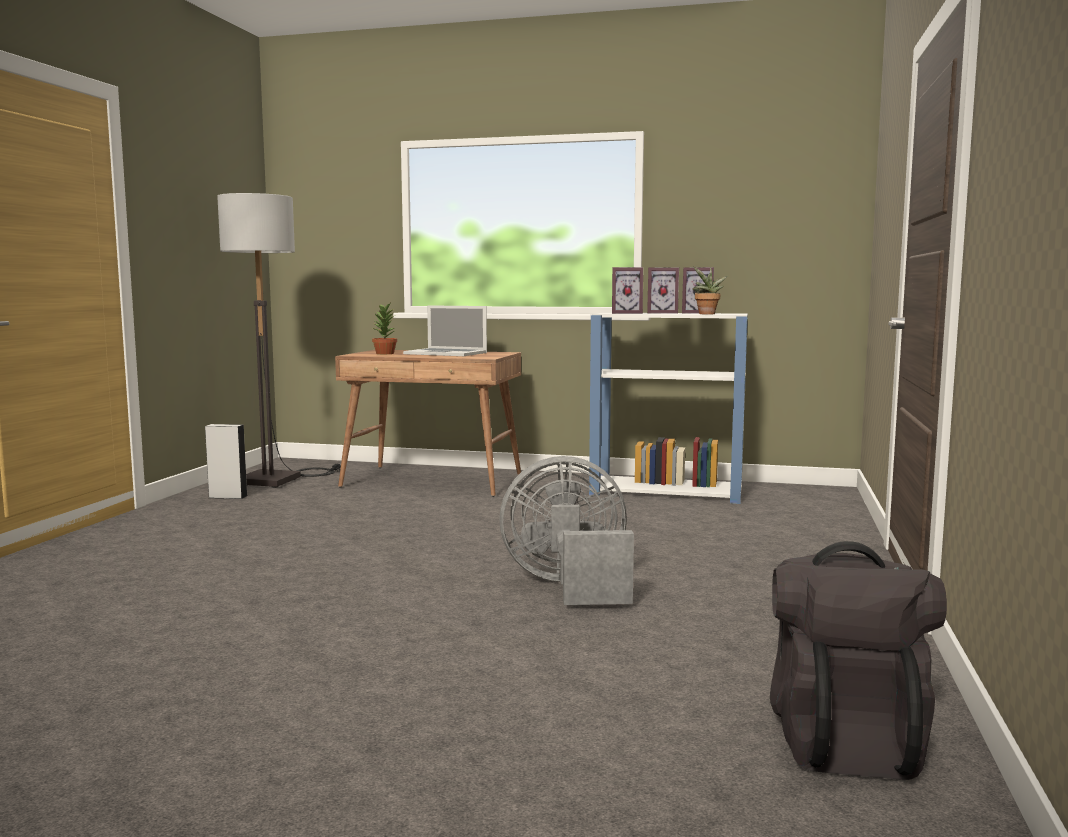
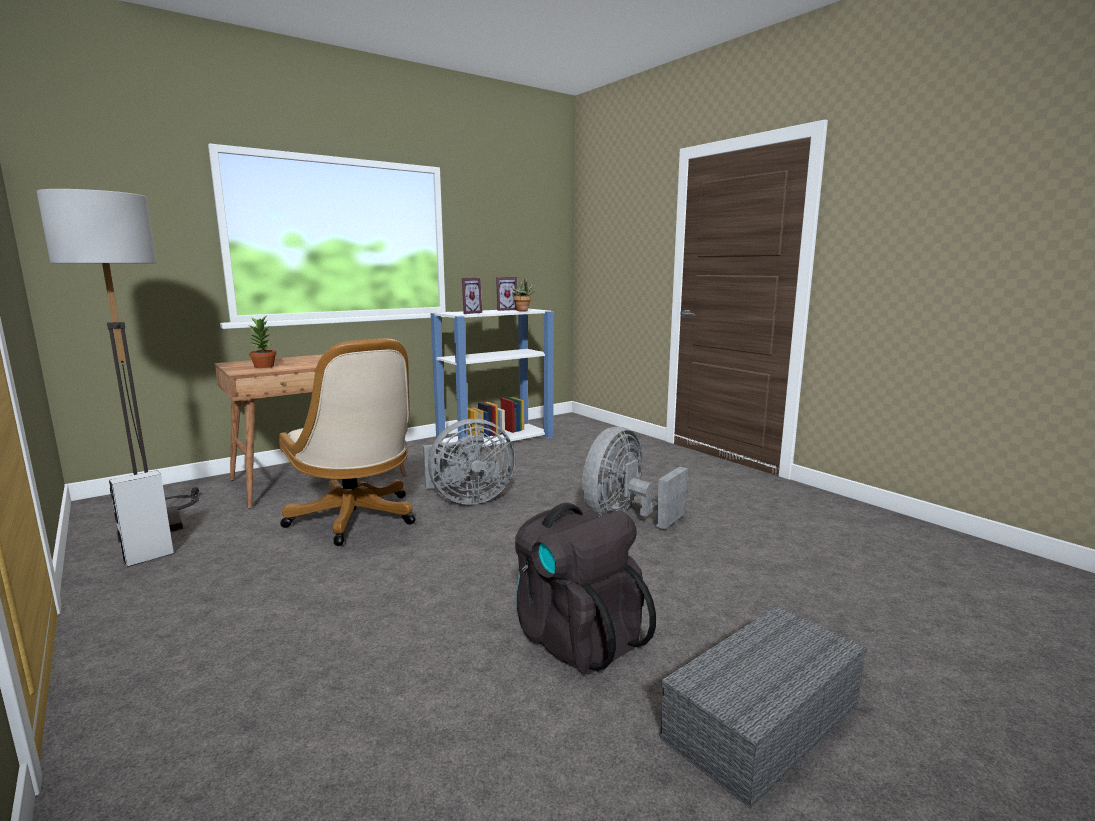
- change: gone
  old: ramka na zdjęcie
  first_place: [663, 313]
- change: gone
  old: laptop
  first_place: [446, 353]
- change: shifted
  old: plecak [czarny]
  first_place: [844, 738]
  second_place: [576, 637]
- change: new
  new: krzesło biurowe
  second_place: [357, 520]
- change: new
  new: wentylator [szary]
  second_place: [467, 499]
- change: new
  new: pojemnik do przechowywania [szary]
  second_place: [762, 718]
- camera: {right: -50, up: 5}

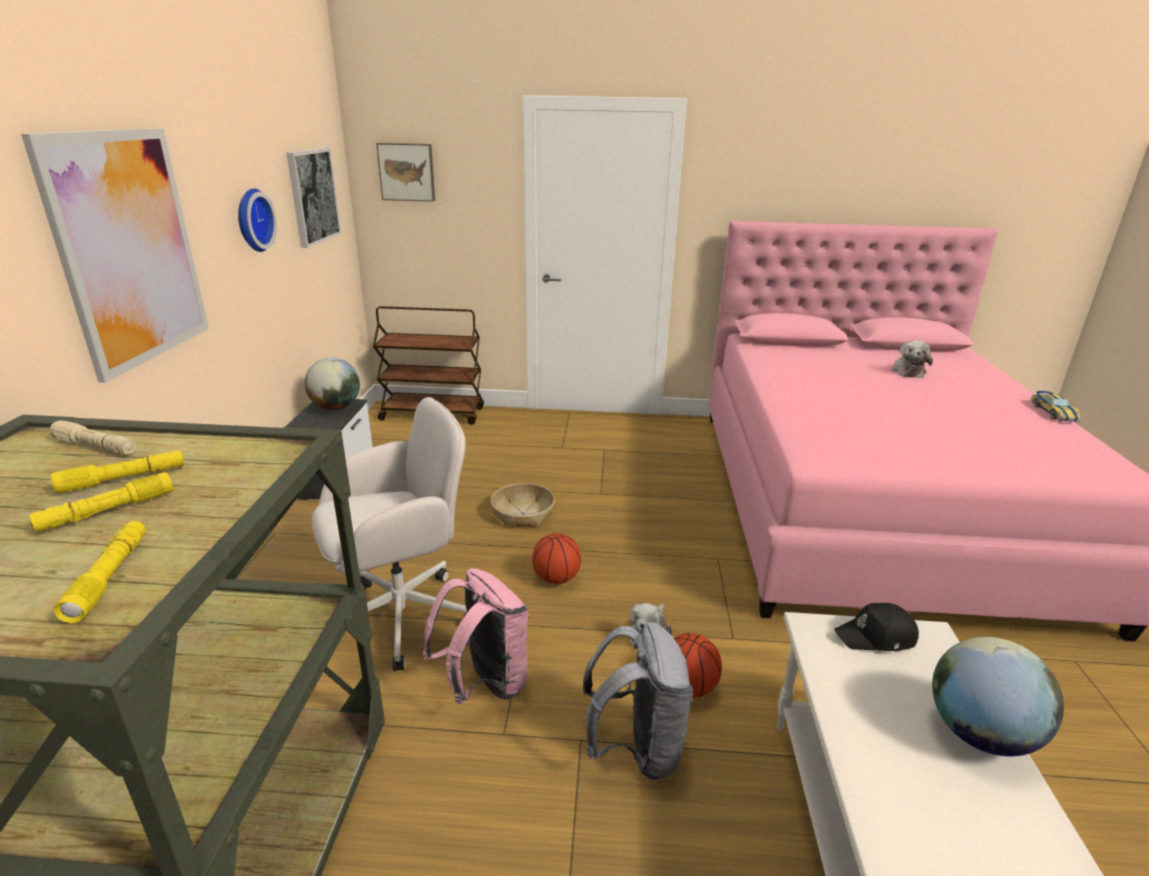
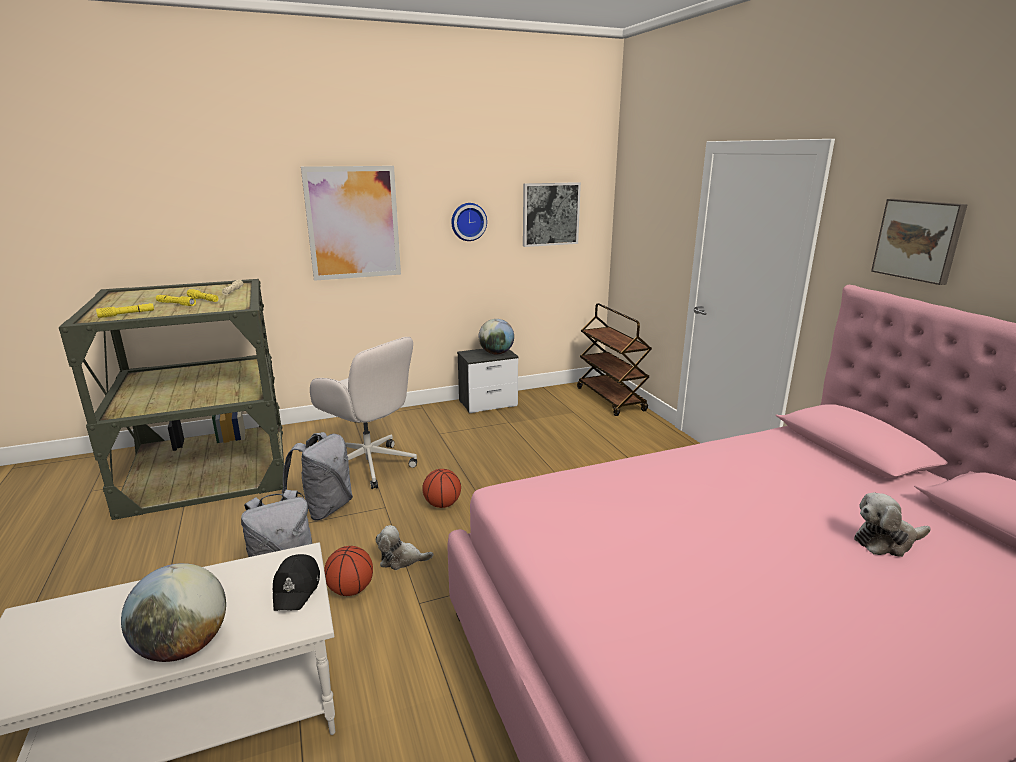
- change: shifted
  old: obraz
  first_place: [407, 172]
  second_place: [919, 240]
- change: gone
  old: samochodzik
  first_place: [1053, 412]
- change: gone
  old: koszyk
  first_place: [523, 514]
- change: repainted
  old: plecak [różowy]
  new: plecak [szary]
  first_place: [484, 683]
  second_place: [324, 509]
- change: rotated
  old: czapka z daszkiem [czarny]
  first_place: [876, 637]
  second_place: [297, 588]
  degrees: -150
- camera: {right: 65, up: -5}

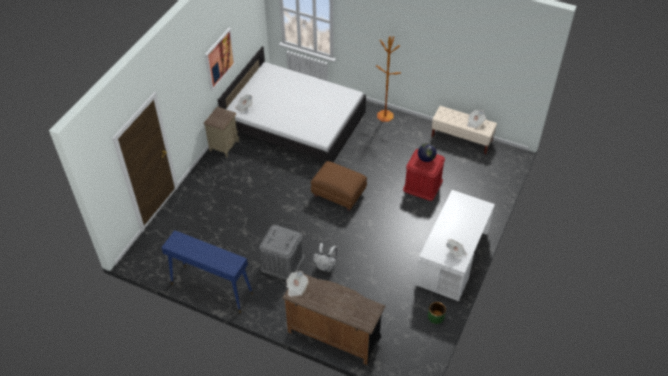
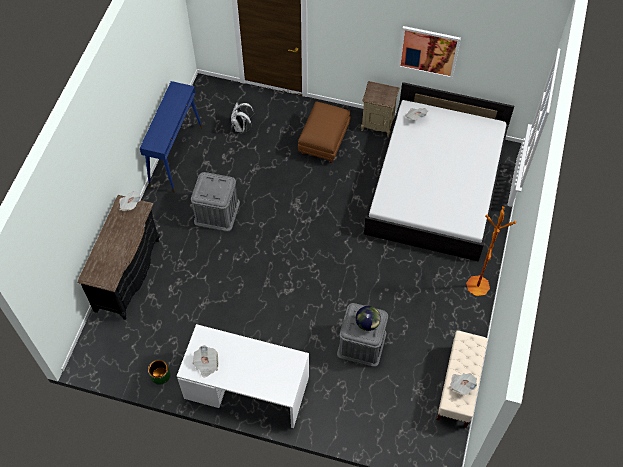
- change: repainted
  old: pojemnik do przechowywania [czerwony]
  new: pojemnik do przechowywania [szary]
  first_place: [423, 185]
  second_place: [361, 343]
- change: shifted
  old: pufa [brązowy]
  first_place: [339, 195]
  second_place: [324, 142]
- change: shifted
  old: plecak [biały]
  first_place: [326, 267]
  second_place: [241, 127]
- camera: {right: 80, up: 10}

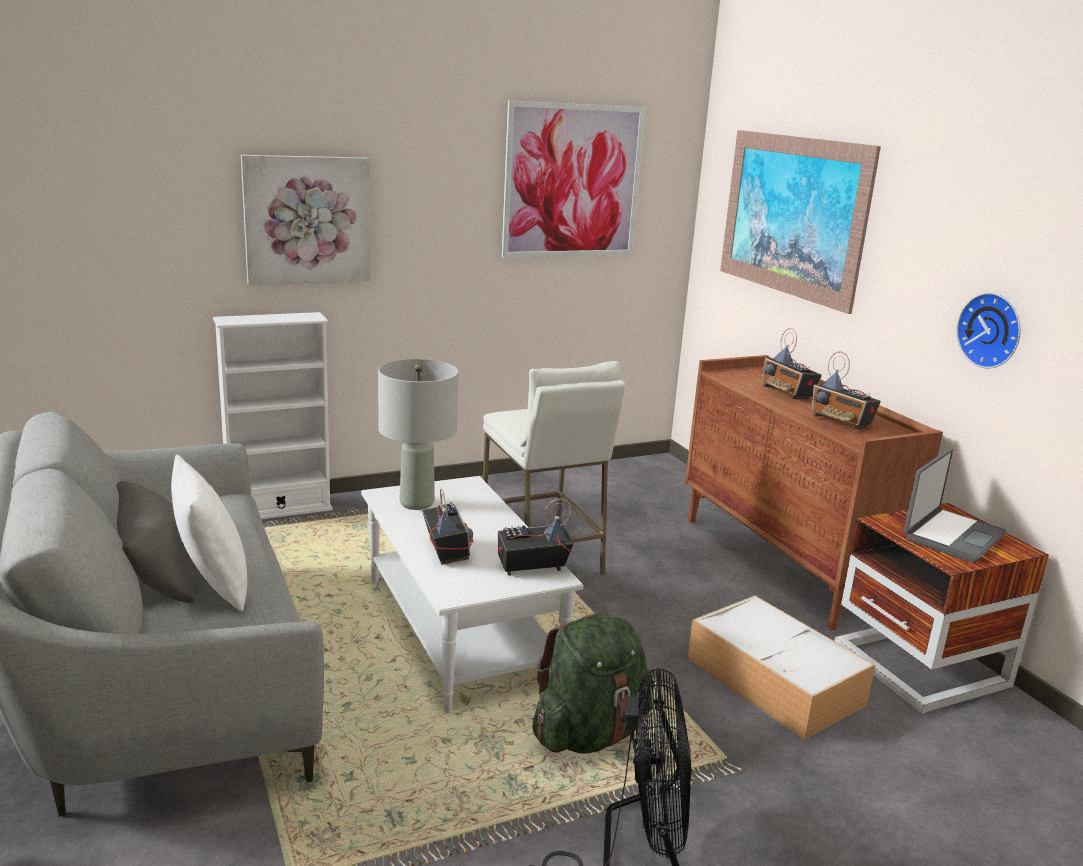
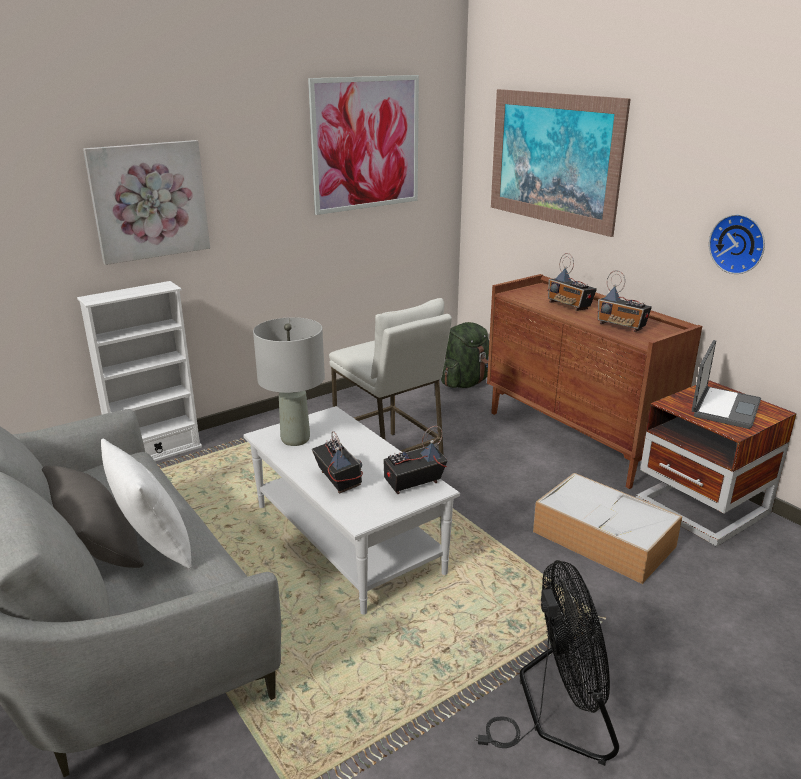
- change: shifted
  old: plecak [zielony]
  first_place: [590, 734]
  second_place: [465, 383]
- camera: {right: -10, up: 5}

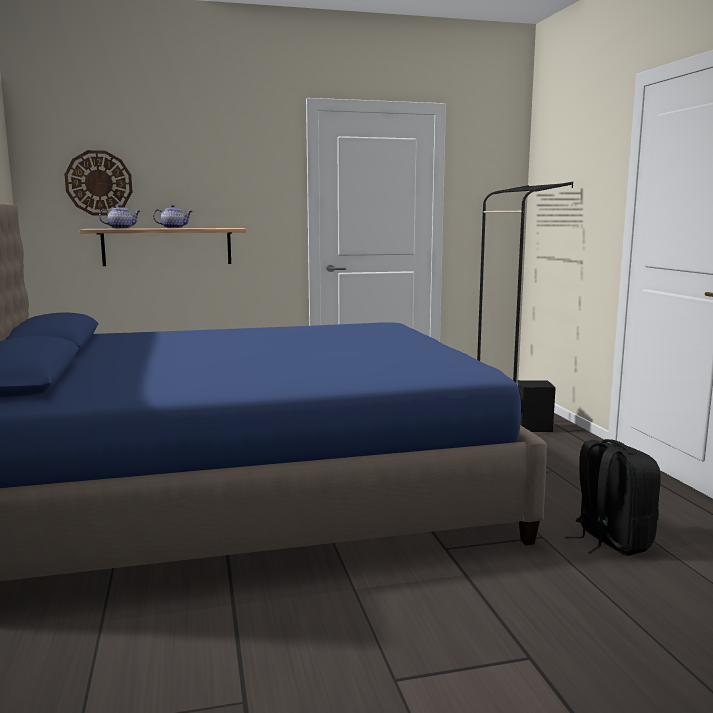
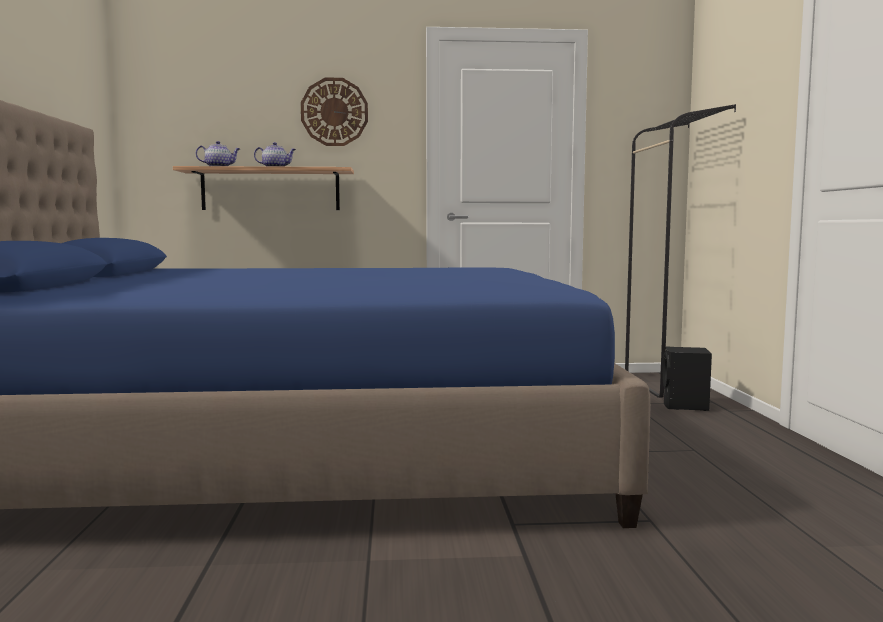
- change: shifted
  old: zegar ścienny
  first_place: [99, 183]
  second_place: [334, 112]
- change: gone
  old: plecak [czarny]
  first_place: [610, 541]
- camera: {right: 10, up: -5}

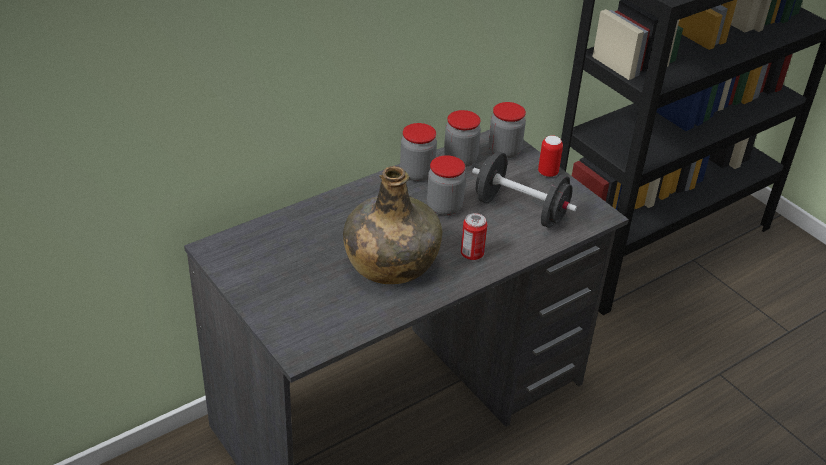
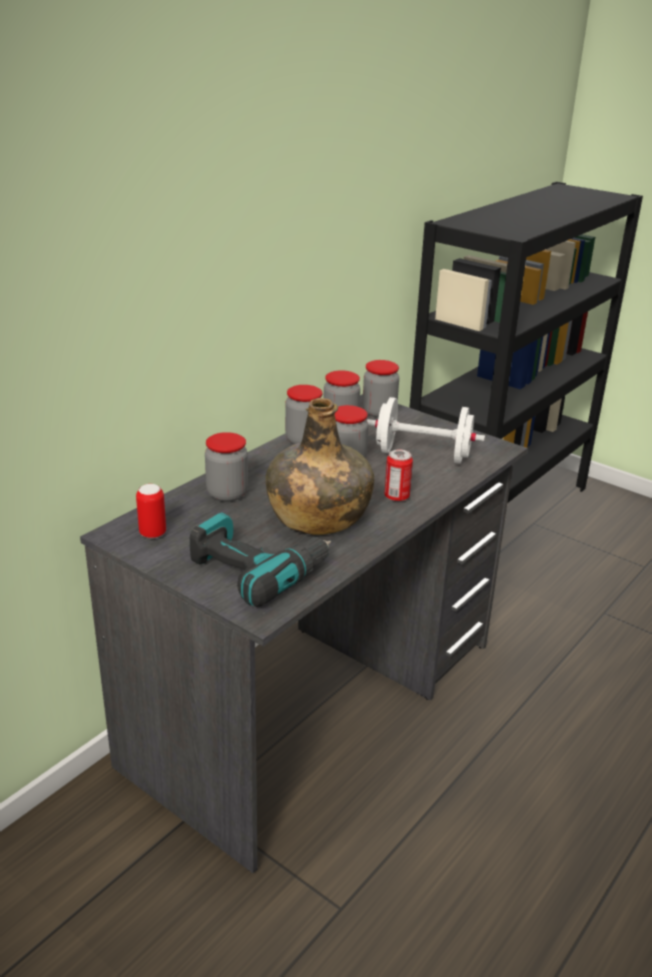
- change: shifted
  old: puszka
  first_place: [548, 173]
  second_place: [152, 533]
- change: repainted
  old: hantel [czarny]
  new: hantel [biały]
  first_place: [520, 210]
  second_place: [422, 455]
- change: new
  new: słoik
  second_place: [227, 494]
- change: new
  new: wiertarka
  second_place: [257, 569]
- camera: {right: -15, up: -10}

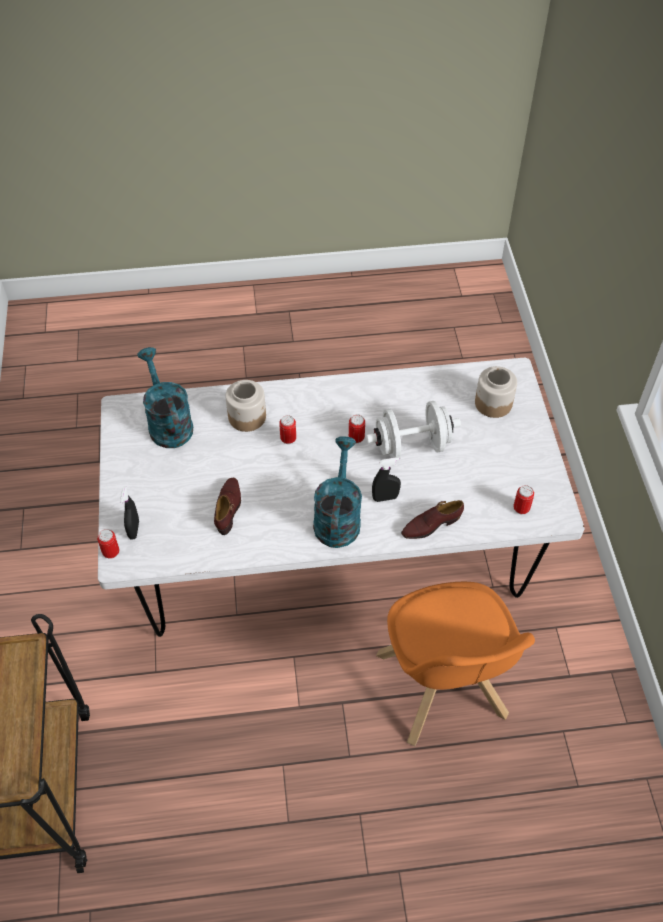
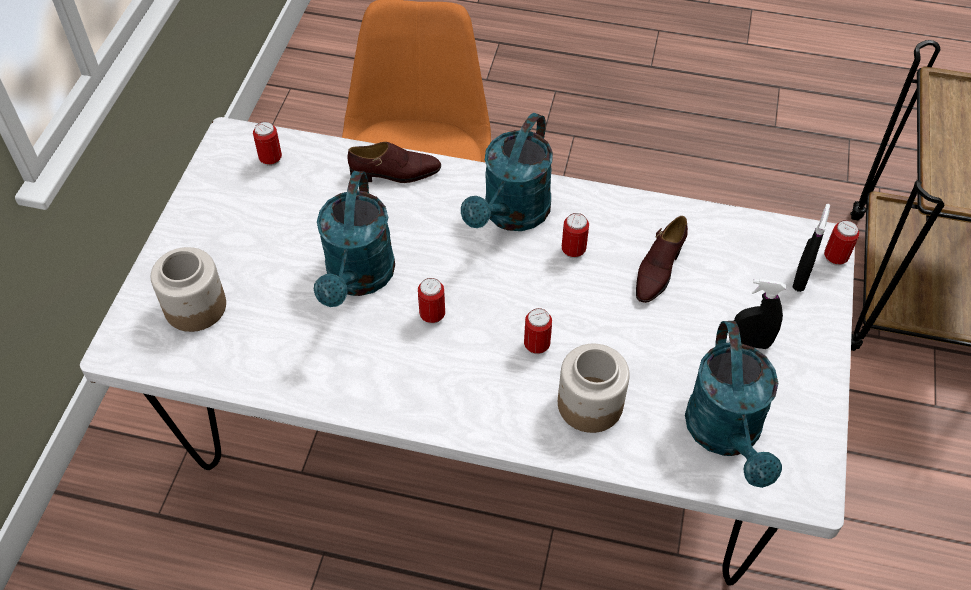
- change: swapped
  old: hantel [biały]
  new: konewka [turkusowy]
  first_place: [412, 446]
  second_place: [358, 279]
- change: shifted
  old: spryskiwacz [czarny]
  first_place: [385, 498]
  second_place: [750, 343]
- change: new
  new: puszka
  second_place: [573, 250]
- camera: {right: -160, up: 0}

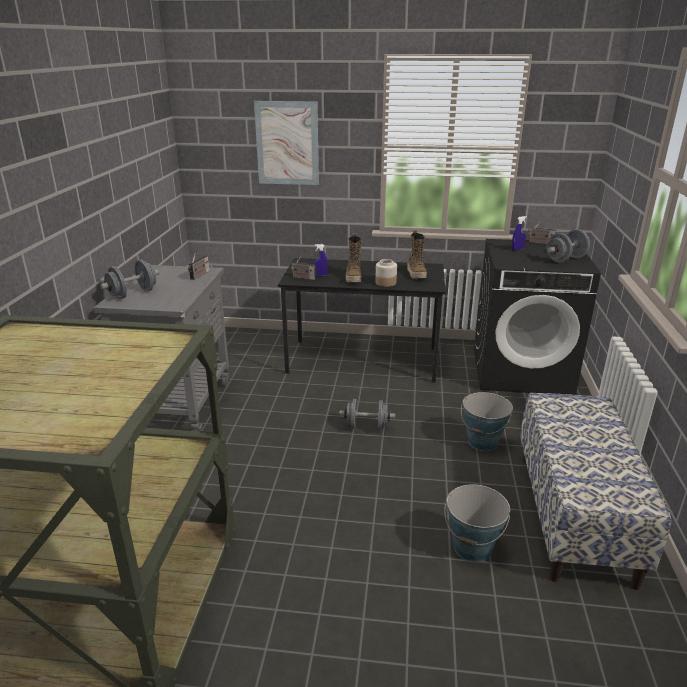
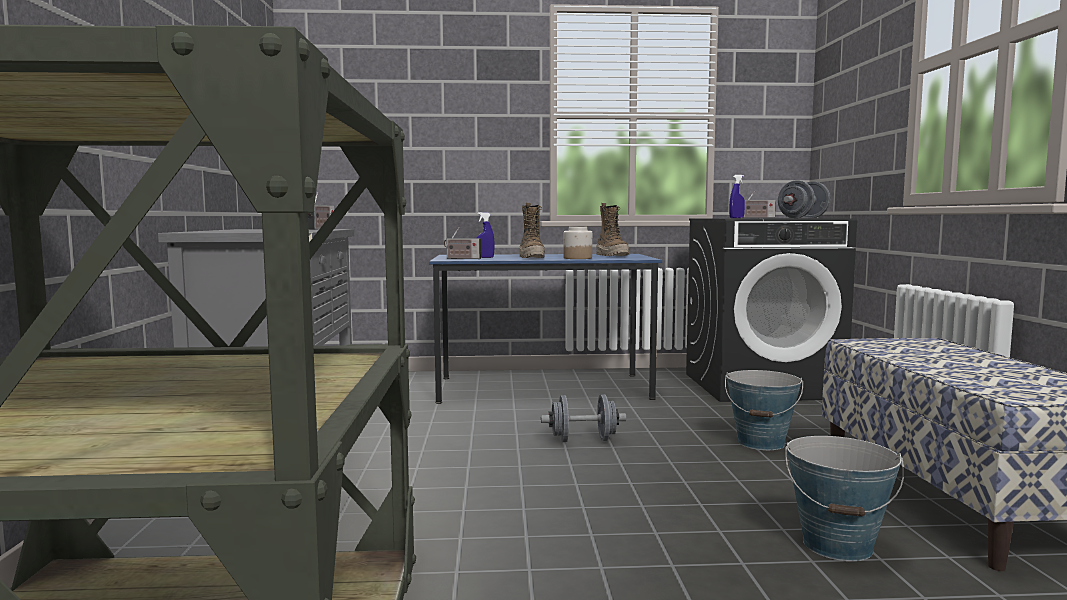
- change: gone
  old: obraz
  first_place: [287, 143]
- change: repainted
  old: biurko [czarny]
  new: biurko [niebieski]
  first_place: [362, 360]
  second_place: [543, 388]
- change: gone
  old: hantel [szary]
  first_place: [133, 294]
- camera: {right: -10, up: -20}

